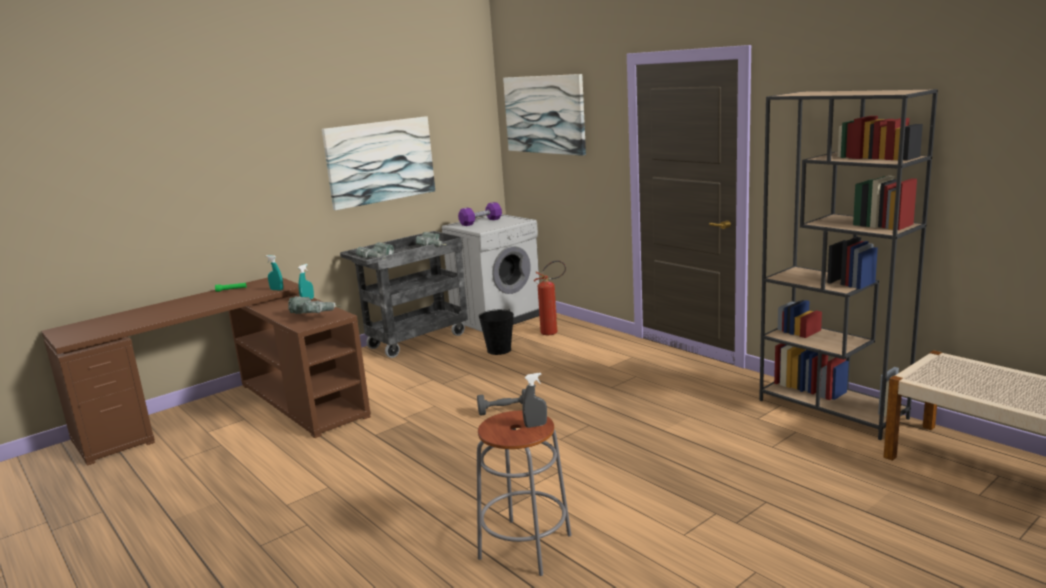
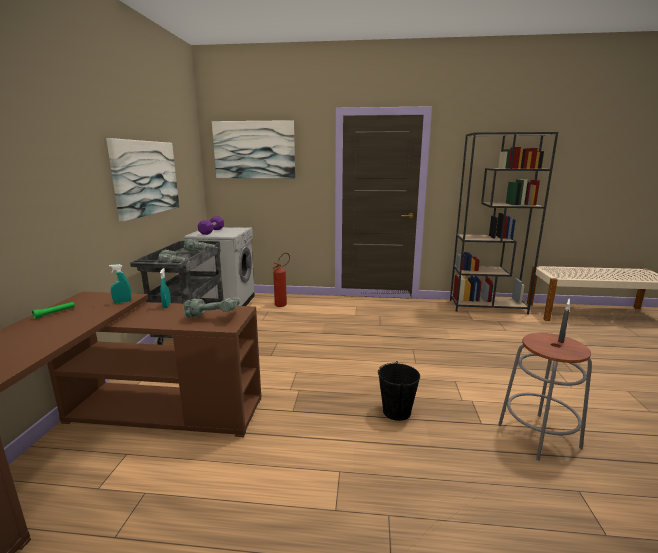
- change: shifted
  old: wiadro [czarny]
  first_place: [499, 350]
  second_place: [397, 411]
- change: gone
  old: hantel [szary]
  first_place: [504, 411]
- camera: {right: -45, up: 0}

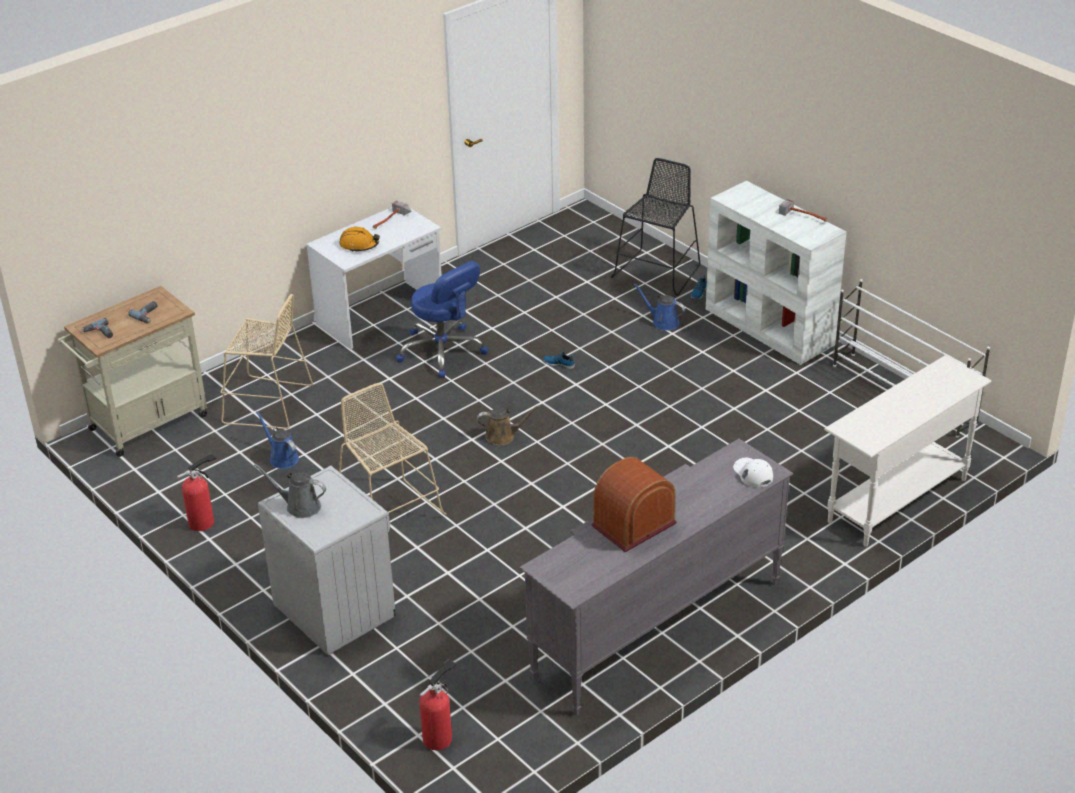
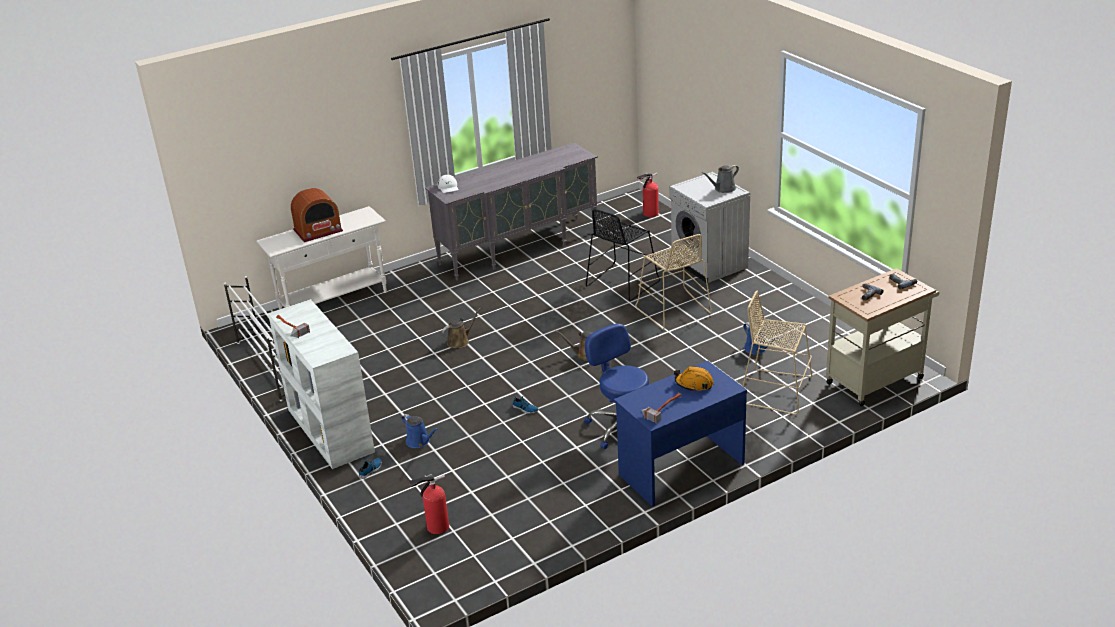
- change: shifted
  old: stołek [czarny]
  first_place: [656, 273]
  second_place: [622, 283]
- change: repainted
  old: biurko [biały]
  new: biurko [niebieski]
  first_place: [381, 315]
  second_place: [680, 468]
- change: shifted
  old: gaśnica
  first_place: [204, 521]
  second_place: [435, 527]
- change: shifted
  old: radio
  first_place: [633, 524]
  second_place: [318, 231]
- change: rotated
  old: konewka [szary]
  first_place: [300, 506]
  second_place: [723, 189]
  degrees: 120
- change: new
  new: konewka [brązowy]
  second_place: [460, 341]
- camera: {right: -170, up: -5}

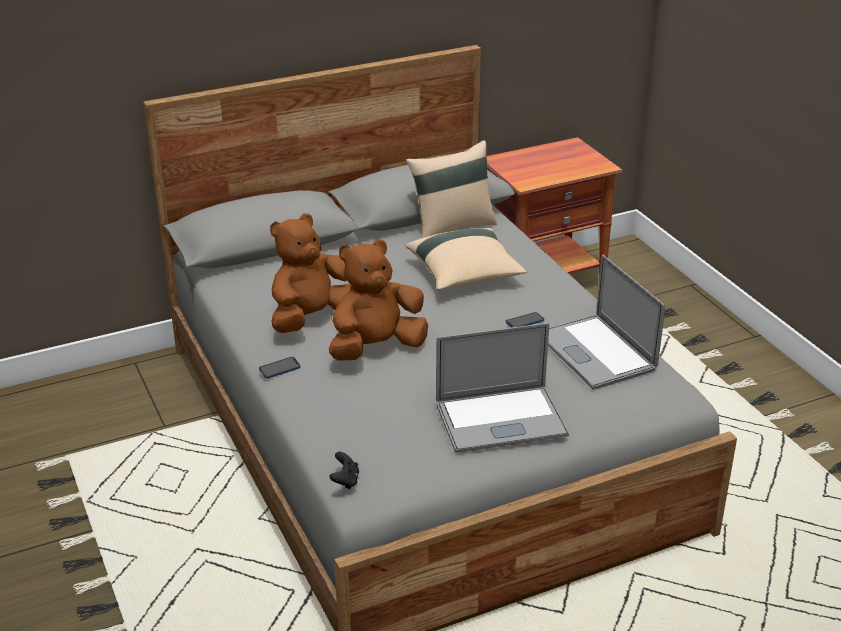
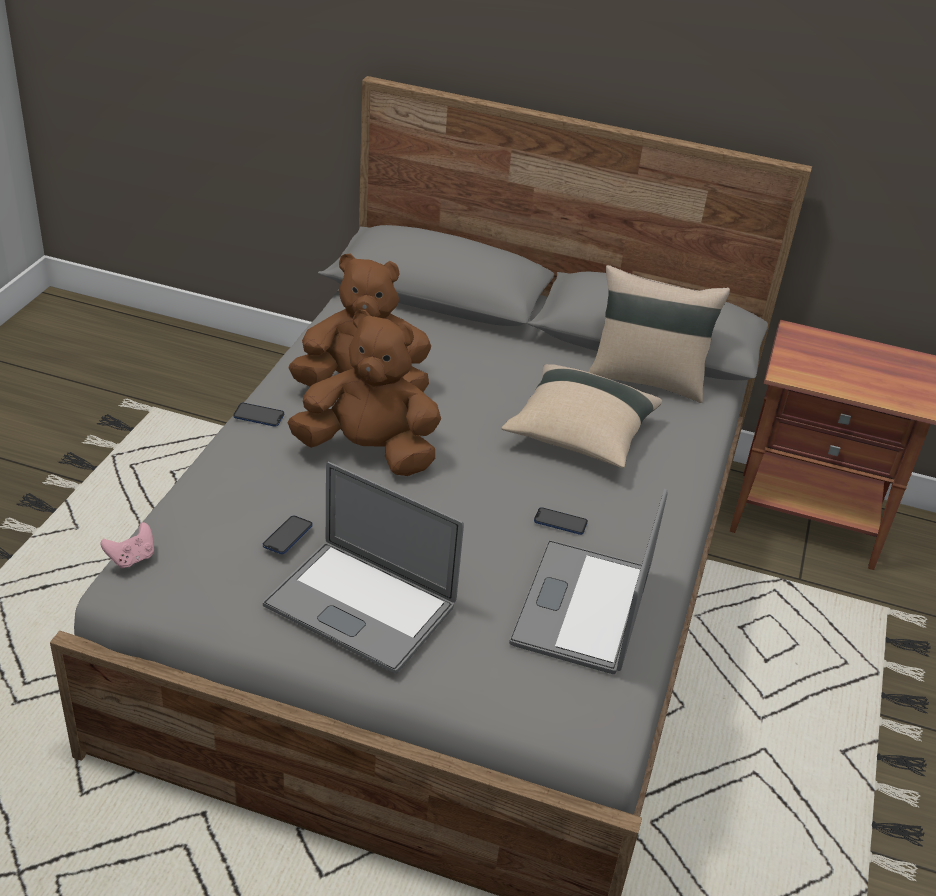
- change: repainted
  old: pad do gier [czarny]
  new: pad do gier [różowy]
  first_place: [345, 481]
  second_place: [132, 558]
- change: new
  new: telefon
  second_place: [287, 536]
- camera: {right: 40, up: 5}

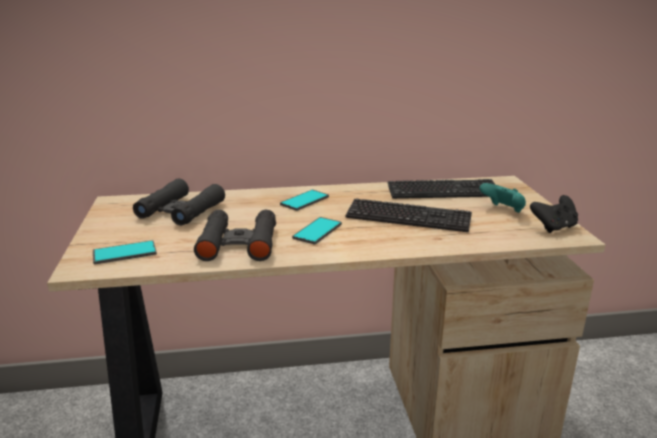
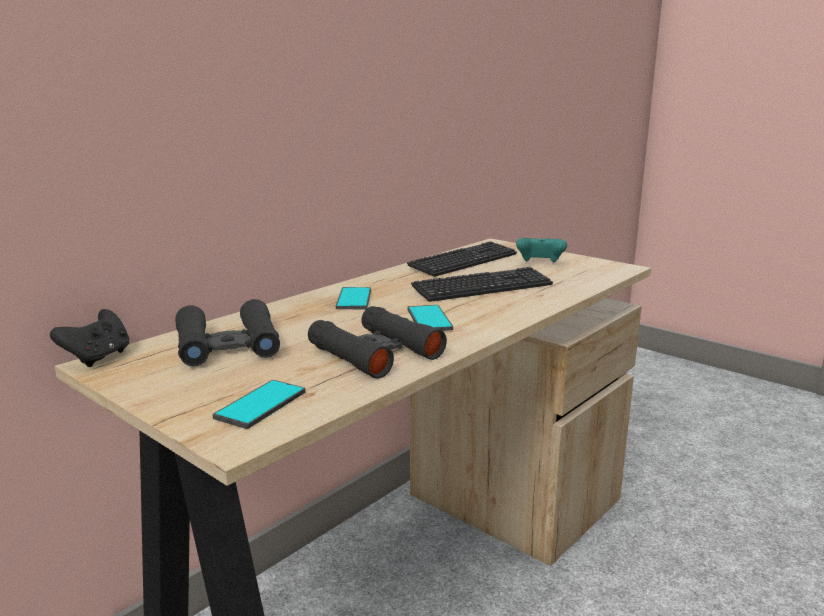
- change: shifted
  old: pad do gier [czarny]
  first_place: [554, 227]
  second_place: [98, 358]
- camera: {right: -40, up: -5}

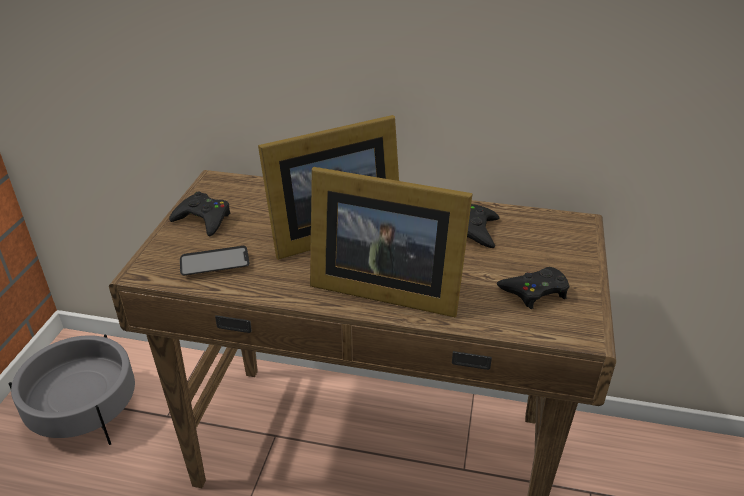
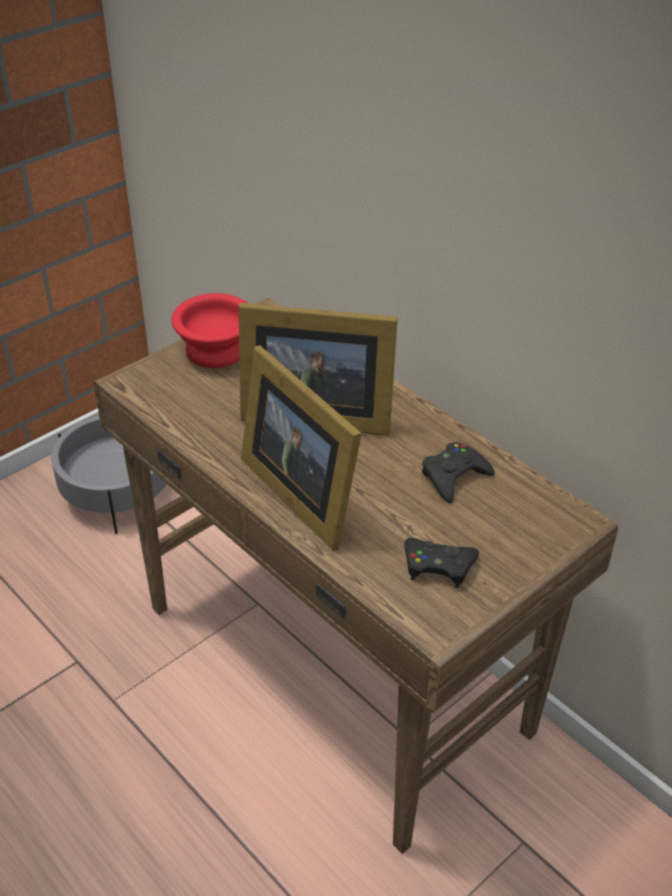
- change: swapped
  old: pad do gier [czarny]
  new: miska [czerwony]
  first_place: [203, 219]
  second_place: [218, 351]
- change: gone
  old: telefon
  first_place: [215, 262]
- camera: {right: 35, up: 5}

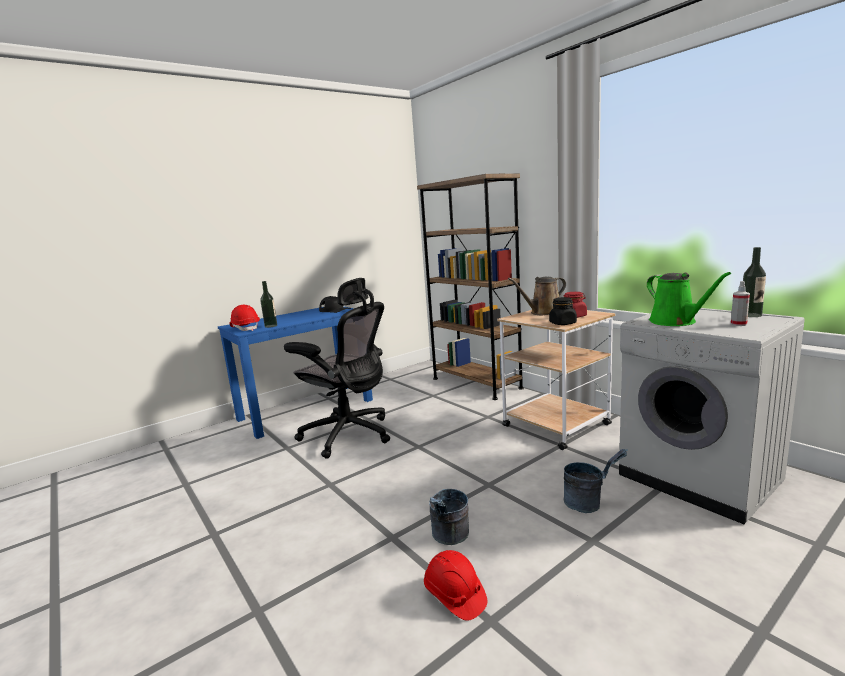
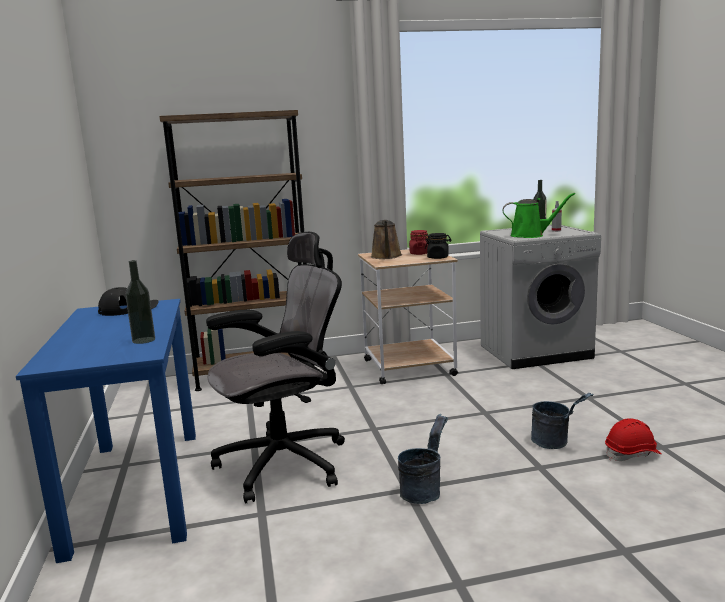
- change: gone
  old: kask [czerwony]
  first_place: [245, 328]
- change: shifted
  old: wiadro [szary]
  first_place: [589, 503]
  second_place: [424, 490]
- camera: {right: -65, up: 0}

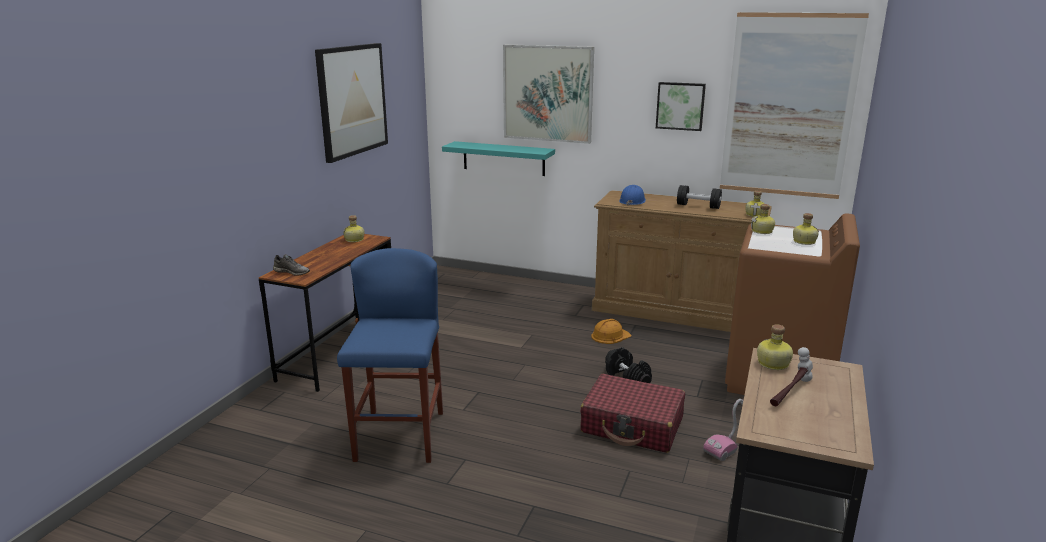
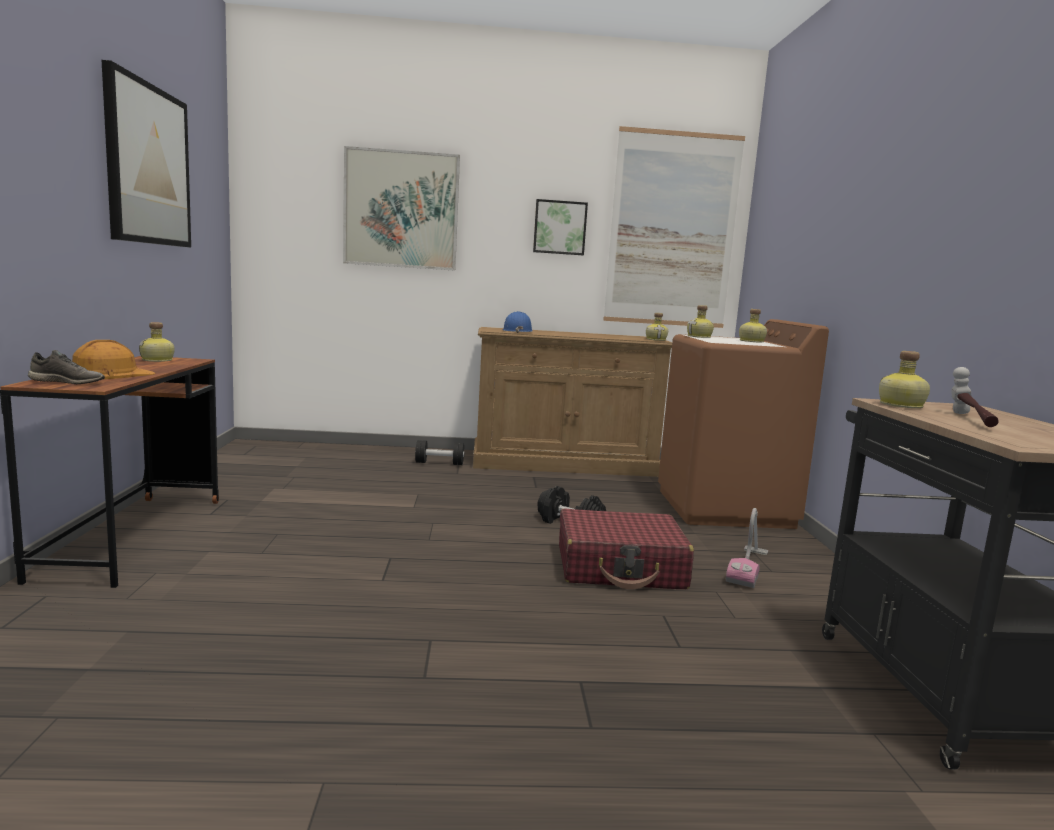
- change: gone
  old: półka [turkusowy]
  first_place: [503, 158]
- change: shifted
  old: hantel [czarny]
  first_place: [698, 206]
  second_place: [439, 463]
- change: gone
  old: stołek [niebieski]
  first_place: [400, 436]
- change: shifted
  old: kask [pomarańczowy]
  first_place: [610, 336]
  second_place: [110, 374]
- camera: {right: -25, up: -10}

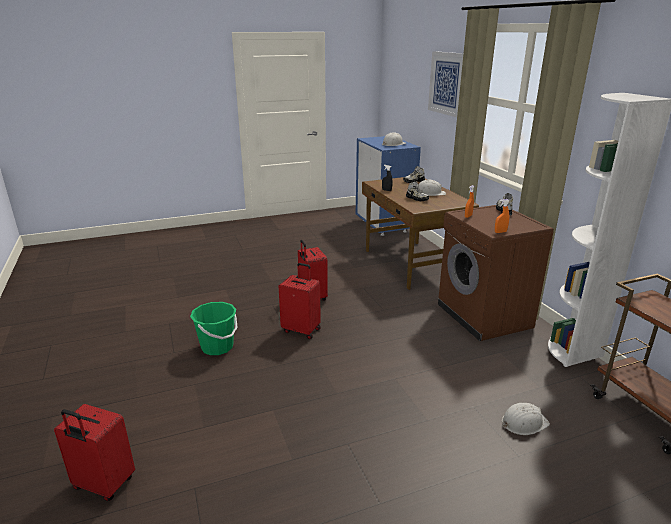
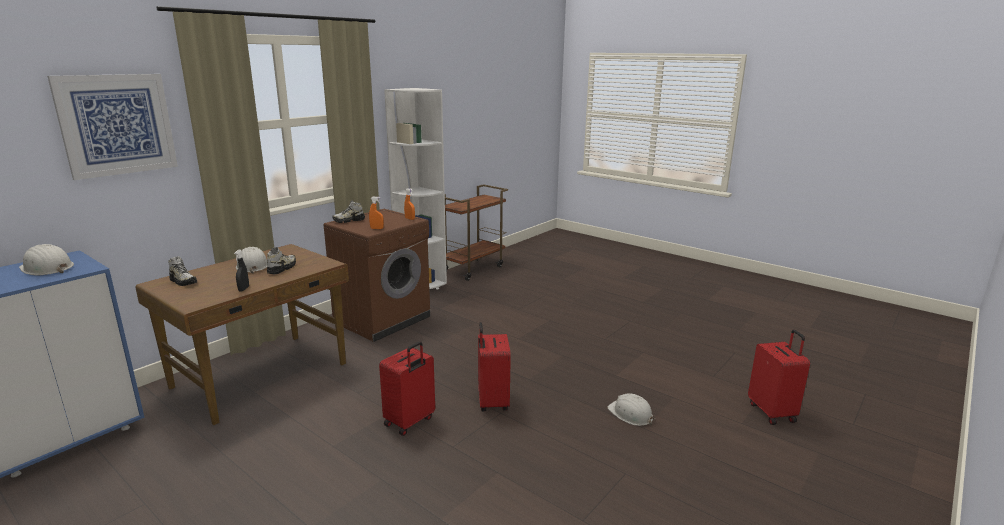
- change: gone
  old: wiadro [zielony]
  first_place: [217, 347]
- change: shifted
  old: kask [biały]
  first_place: [523, 423]
  second_place: [630, 414]
- camera: {right: -120, up: -5}

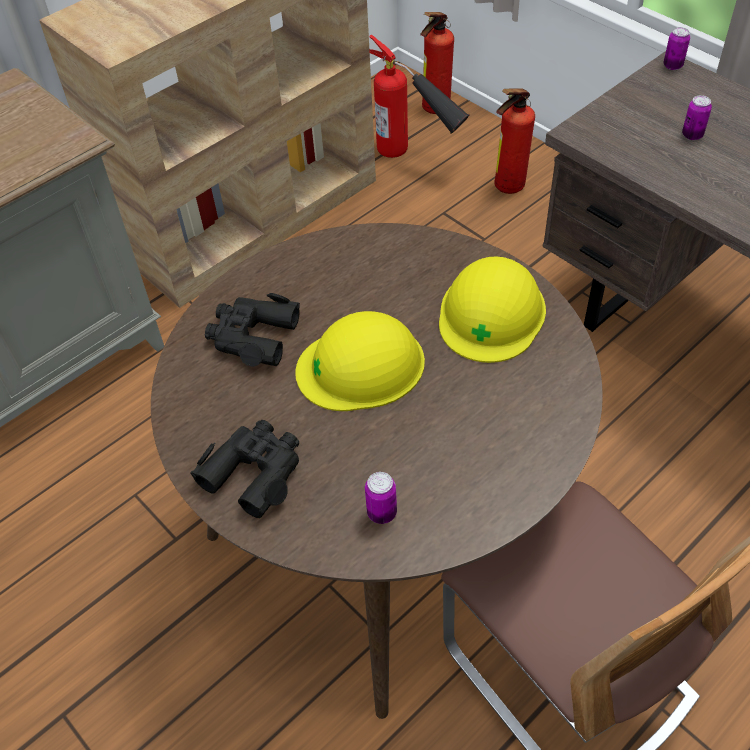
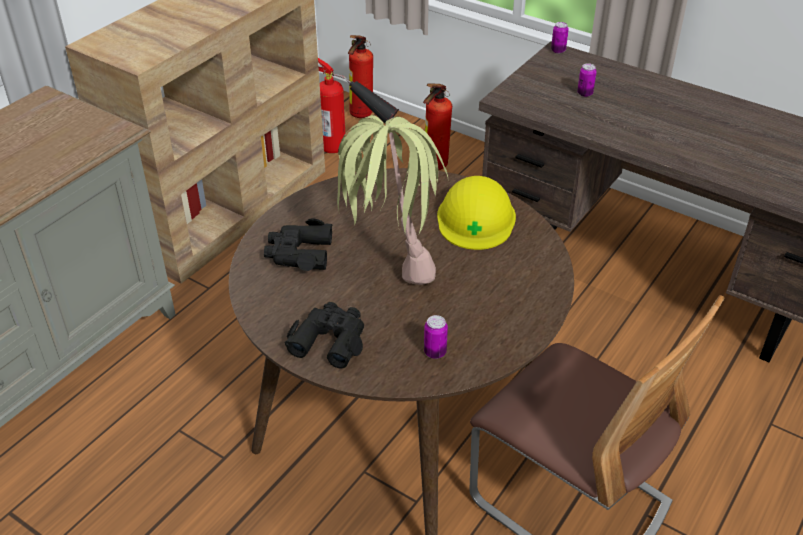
- change: swapped
  old: kask [żółty]
  new: roślina doniczkowa
  first_place: [361, 366]
  second_place: [389, 263]
- camera: {right: -15, up: -10}

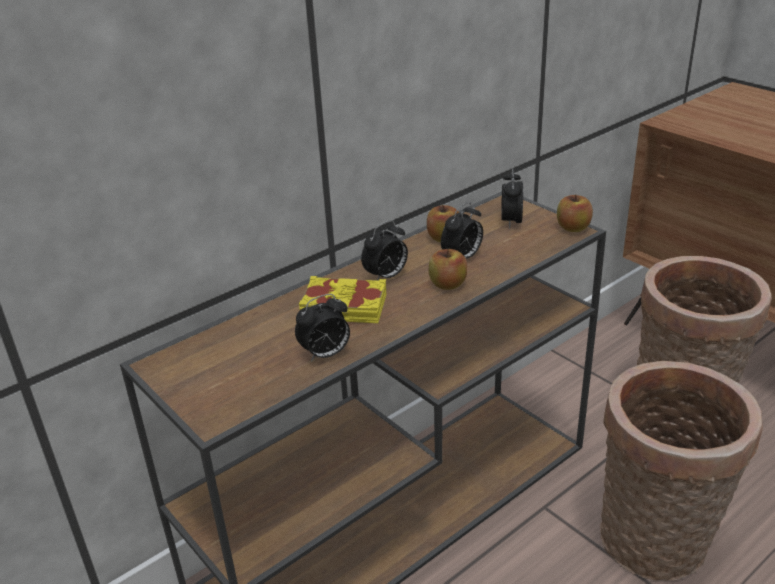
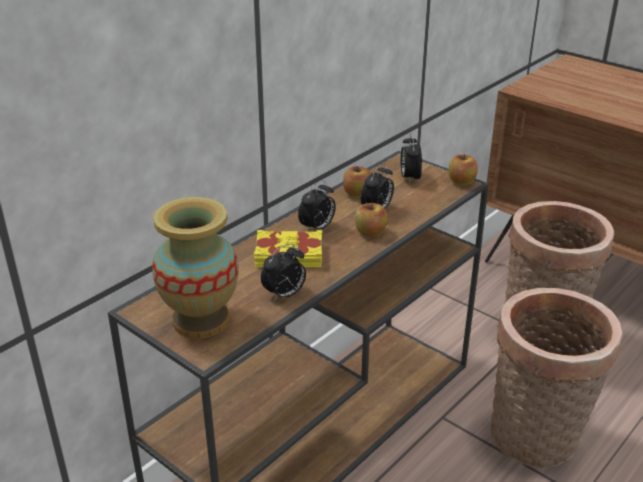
- change: new
  new: wazon
  second_place: [201, 320]
- camera: {right: -10, up: 0}

